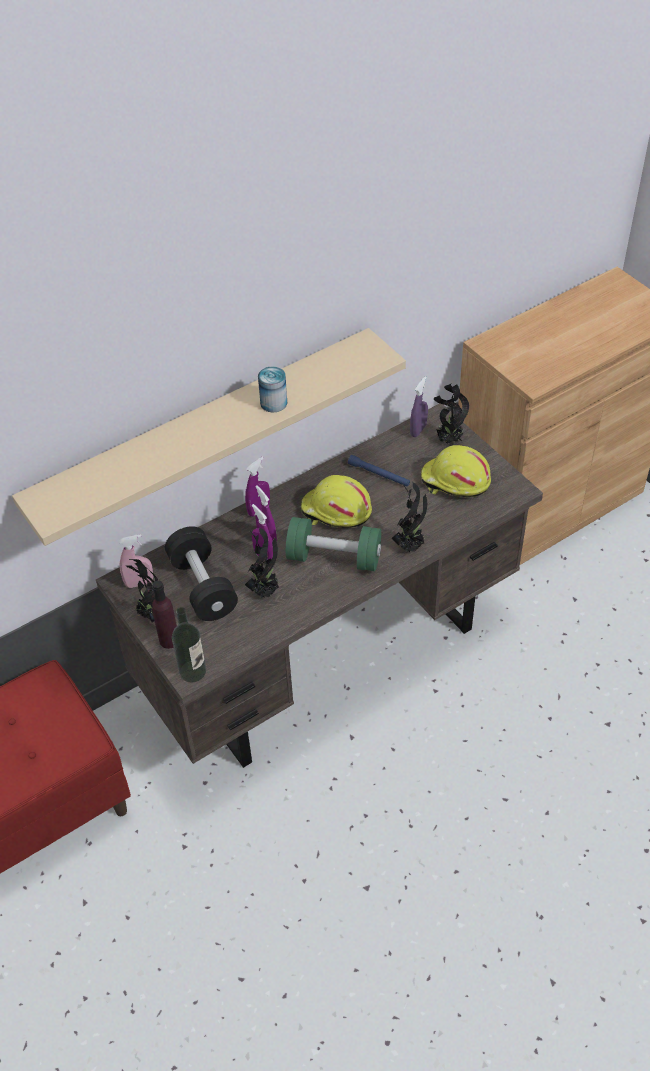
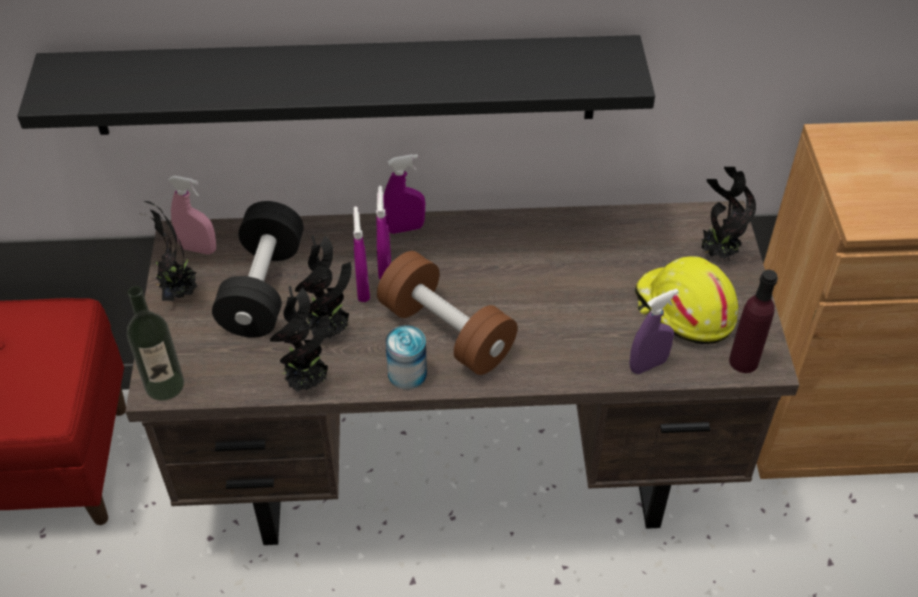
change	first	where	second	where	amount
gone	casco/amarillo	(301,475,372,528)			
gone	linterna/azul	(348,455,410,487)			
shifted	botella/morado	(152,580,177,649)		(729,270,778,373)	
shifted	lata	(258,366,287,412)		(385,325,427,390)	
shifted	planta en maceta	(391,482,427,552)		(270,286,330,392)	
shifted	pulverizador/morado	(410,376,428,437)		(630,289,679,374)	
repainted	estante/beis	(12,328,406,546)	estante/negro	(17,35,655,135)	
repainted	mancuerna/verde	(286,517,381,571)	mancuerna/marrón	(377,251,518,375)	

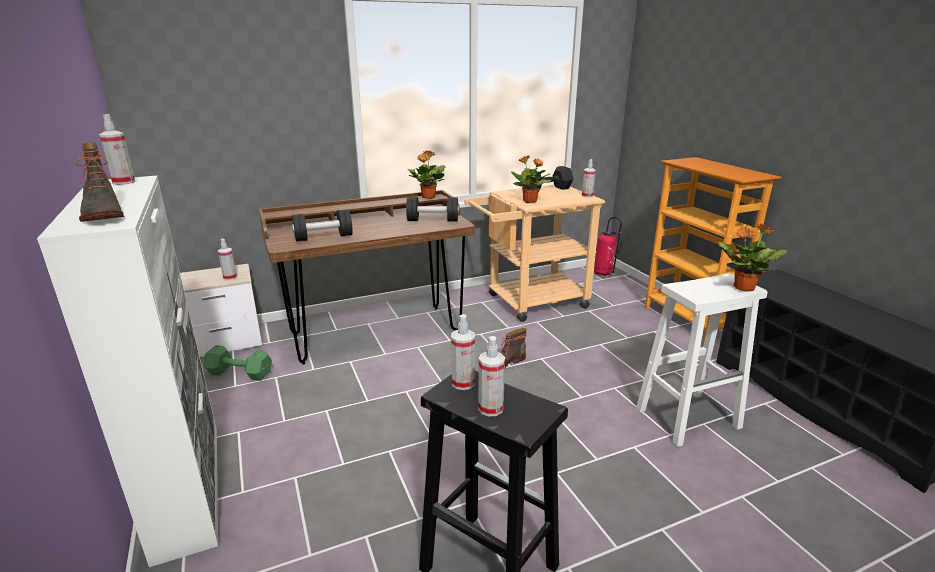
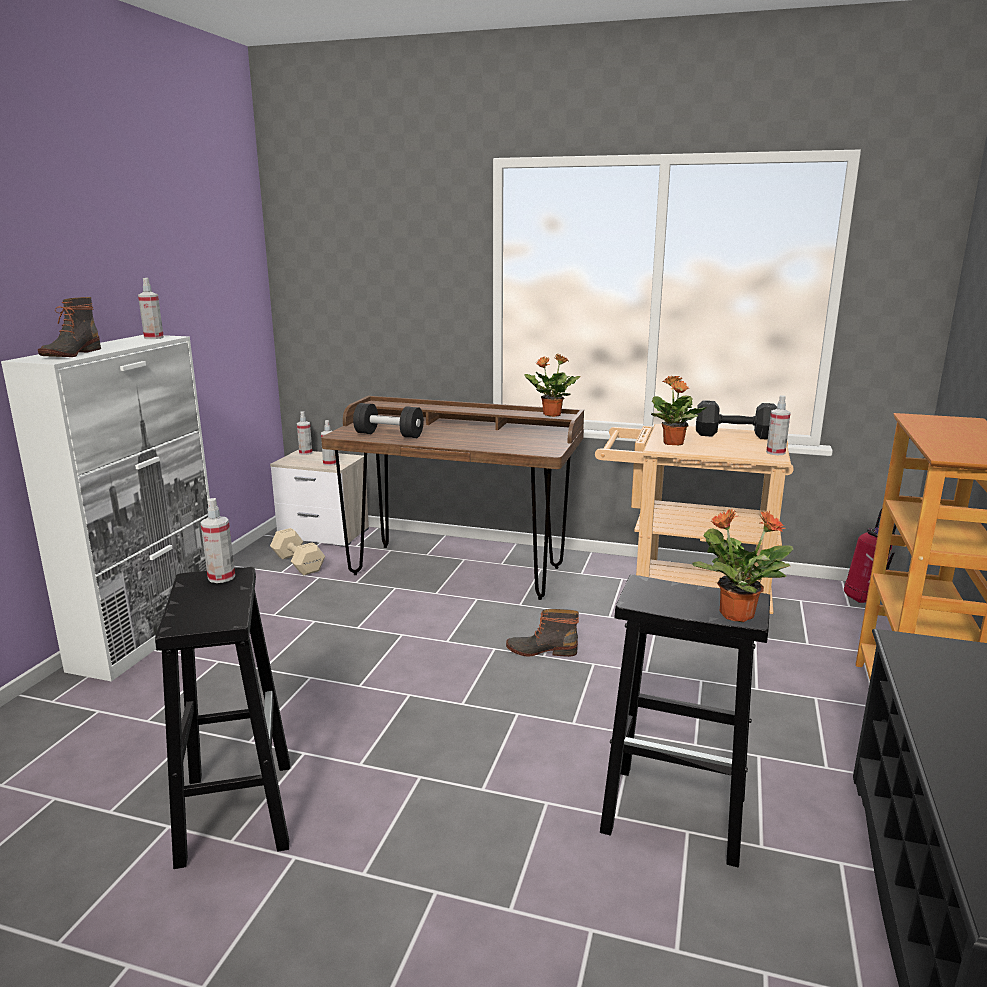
change	first	where	second	where	amount
gone	mancuerna/negro	(406,197,459,222)			
shifted	pulverizador	(478,336,505,416)		(297,412,312,455)	
repainted	mancuerna/verde	(203,345,272,381)	mancuerna/beis	(270,528,325,575)	
repainted	taburete/blanco	(636,273,768,447)	taburete/negro	(600,575,770,867)	

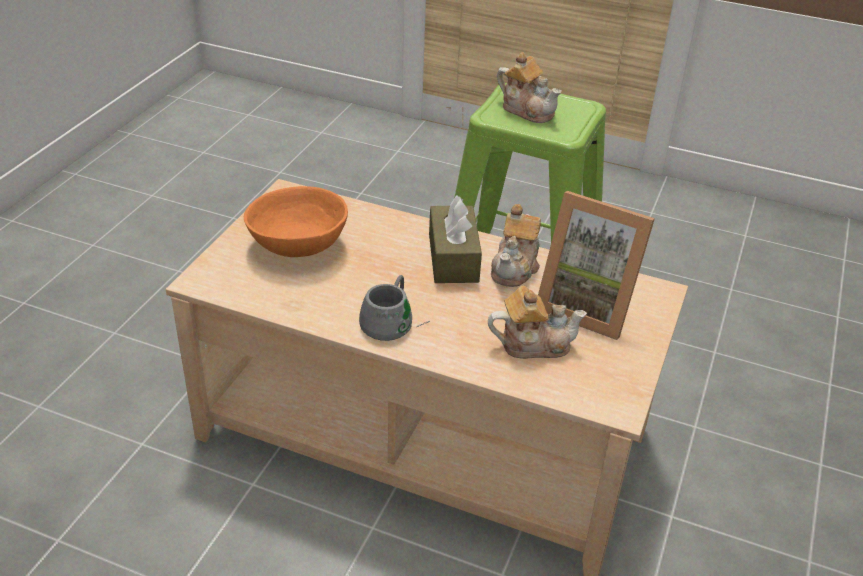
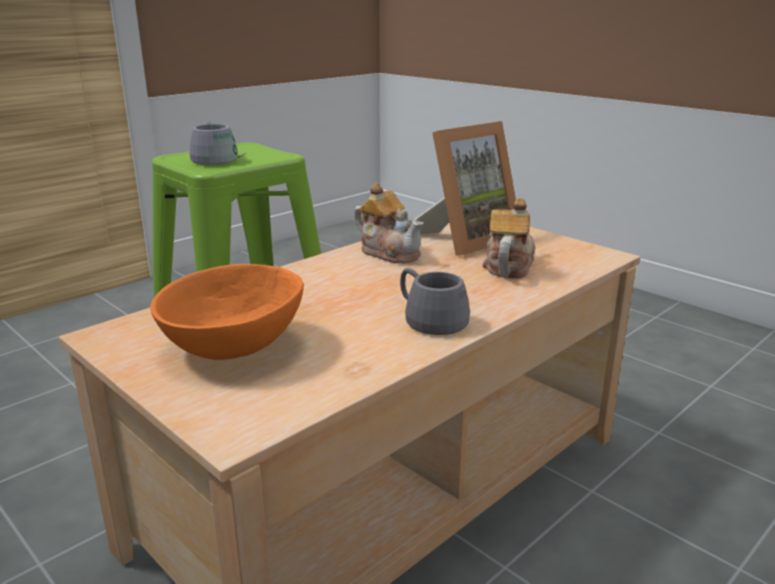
change	first	where	second	where	amount
gone	caja de pañuelos/marrón	(429,195,482,283)			
swapped	tetera	(497,52,562,123)	taza grande/gris	(189,121,247,165)	

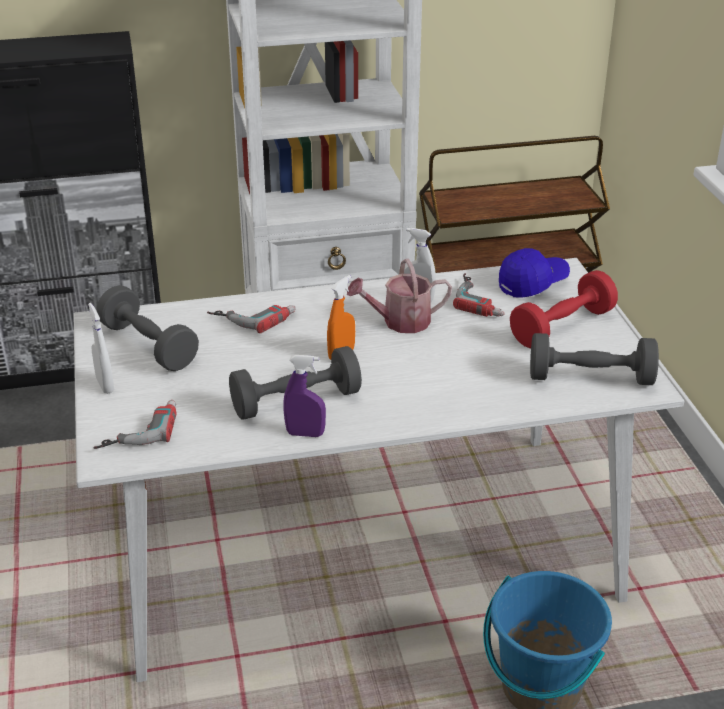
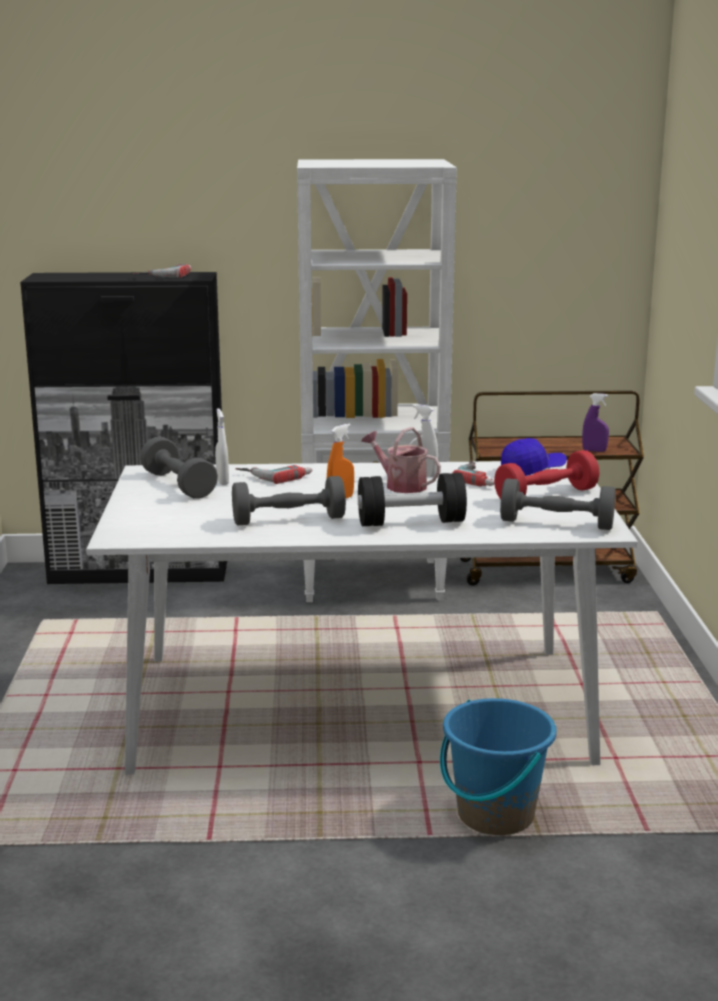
change	first	where	second	where	amount
new			mancuerna/negro	(358,473,467,526)	
shifted	pulverizador/blanco	(88,303,114,394)		(215,408,229,485)	
shifted	taladro	(93,400,177,449)		(133,264,191,278)	
shifted	pulverizador/morado	(284,355,326,437)		(582,393,609,452)	
rotated	regadera	(347,259,452,333)		(361,427,441,493)	45 degrees clockwise

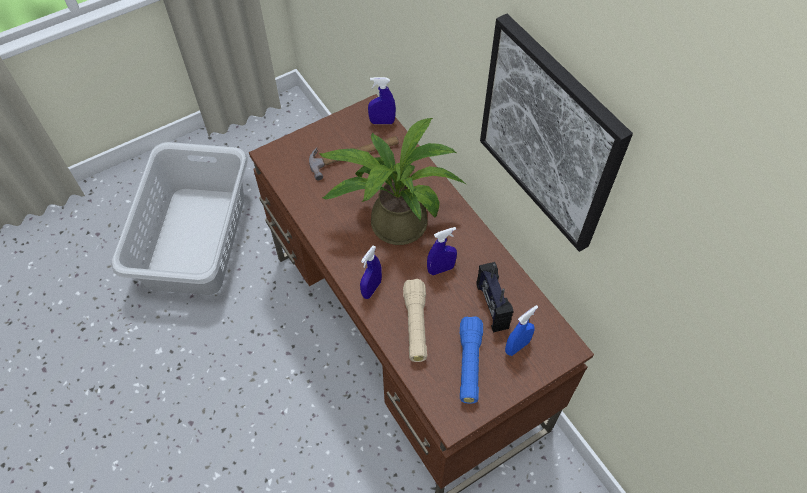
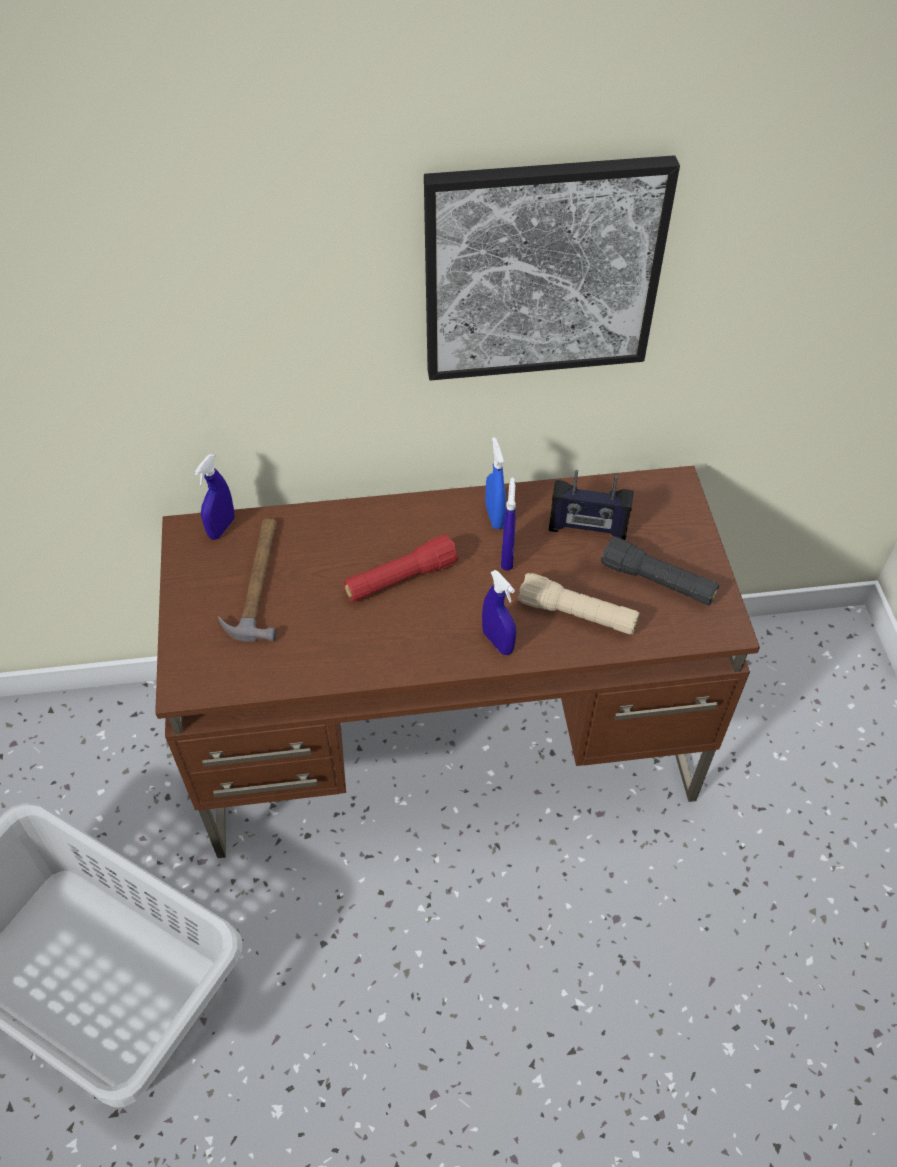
change	first	where	second	where	amount
shifted	pulverizador/azul	(505,305,538,356)		(485,437,506,529)	
swapped	planta en maceta	(319,118,467,245)	linterna/rojo	(343,535,459,602)	
repainted	linterna/azul	(460,316,483,404)	linterna/negro	(601,537,719,605)	

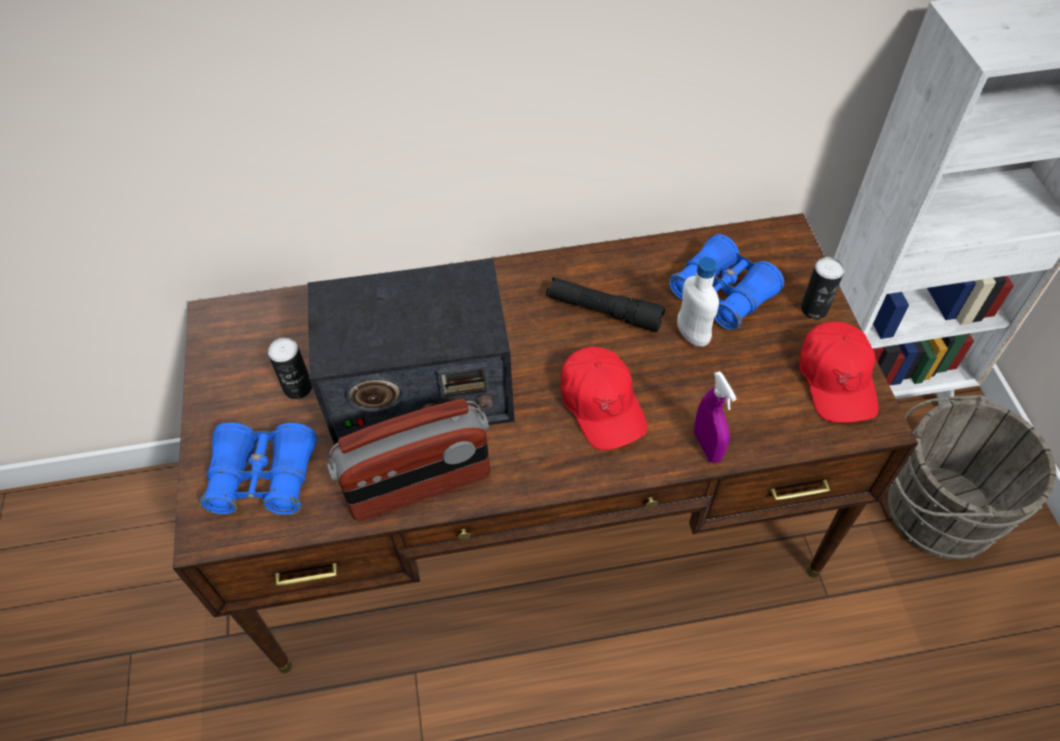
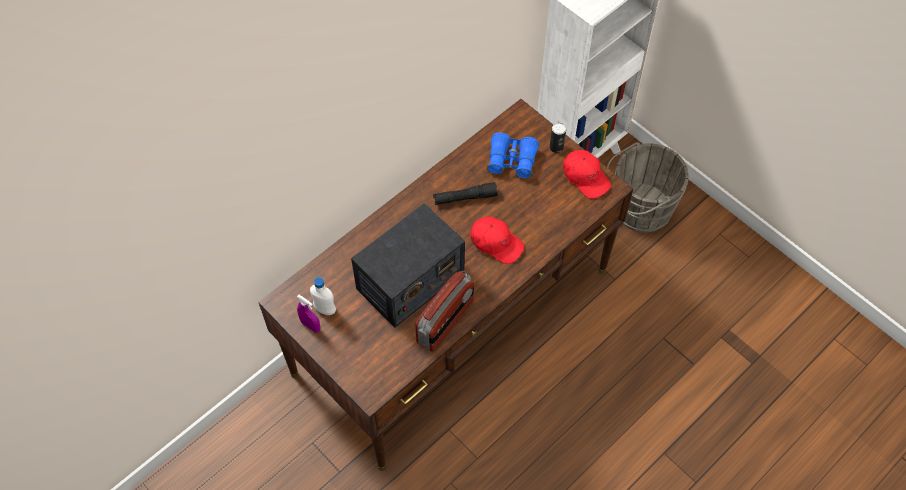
change	first	where	second	where	amount
gone	prismáticos/azul	(199,423,317,515)			
gone	lata	(268,338,312,399)			
shifted	botella/blanco	(677,257,719,347)		(310,277,336,315)	
shifted	pulverizador/morado	(694,371,737,463)		(297,295,320,333)	

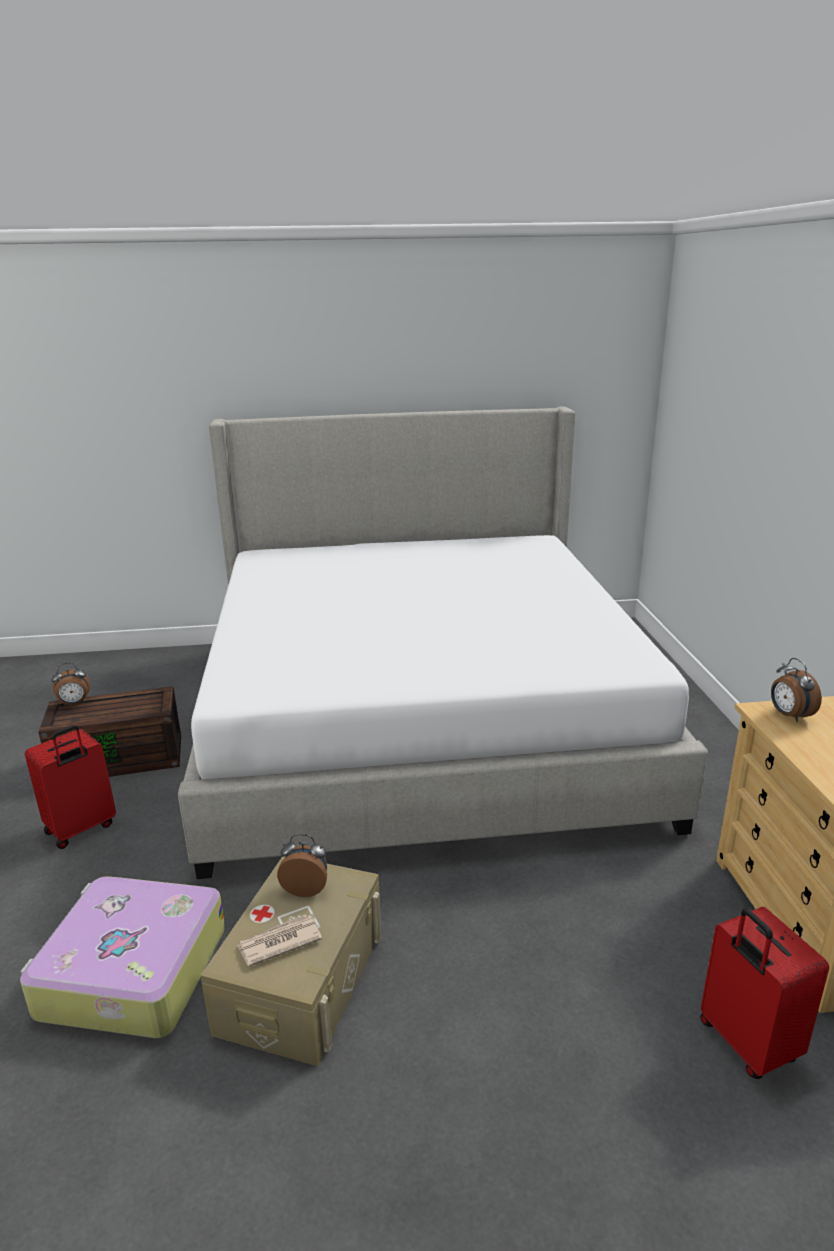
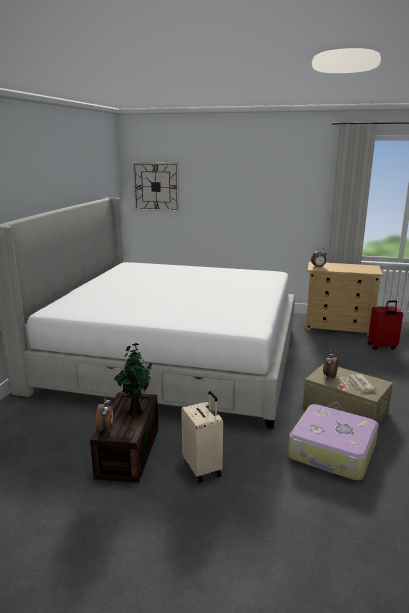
change	first	where	second	where	amount
new			planta en maceta	(114,343,152,417)	
new			reloj de pared	(132,162,179,212)	
repainted	maleta/rojo	(25,725,116,849)	maleta/beis	(181,391,223,483)	

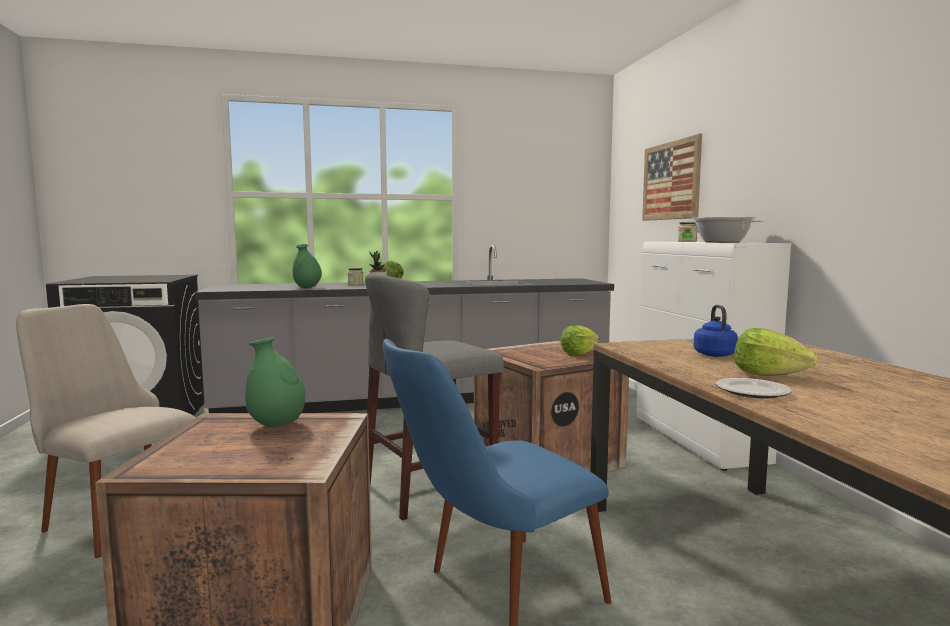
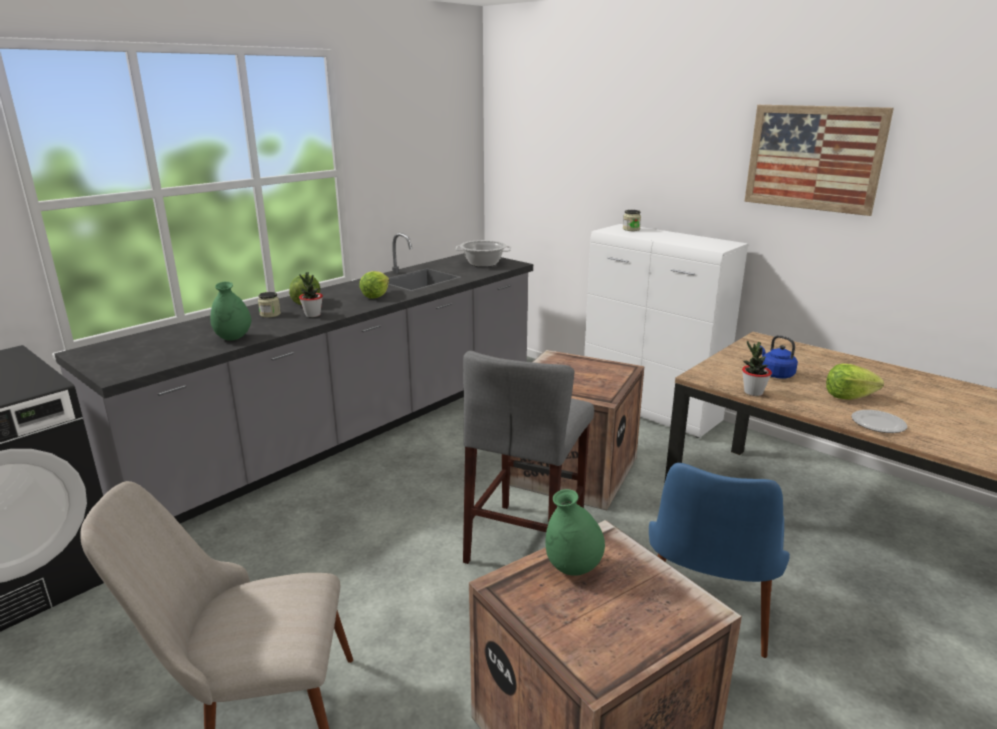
change	first	where	second	where	amount
new			planta en maceta	(742,341,772,396)	
shifted	lechuga	(560,325,599,355)		(359,271,389,299)	
shifted	cuadro	(642,133,702,221)		(744,105,894,216)	
shifted	olla	(685,217,764,243)		(455,240,511,267)	

